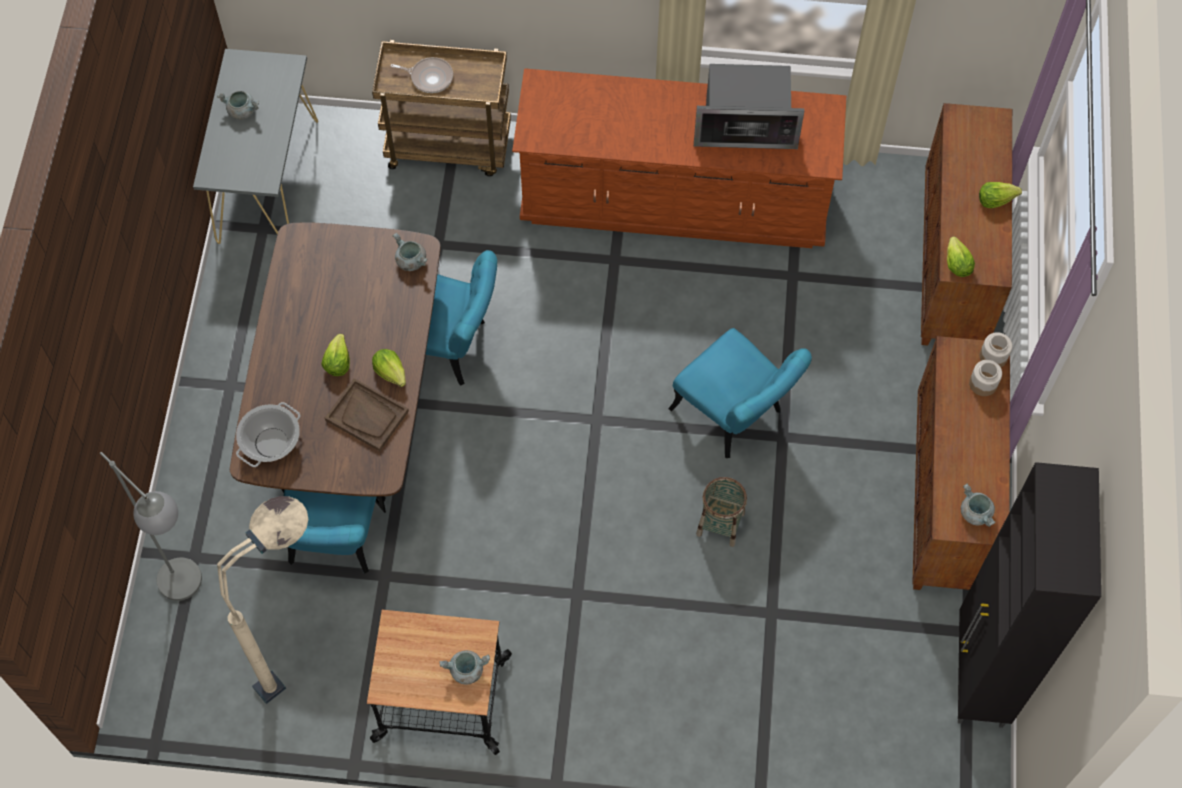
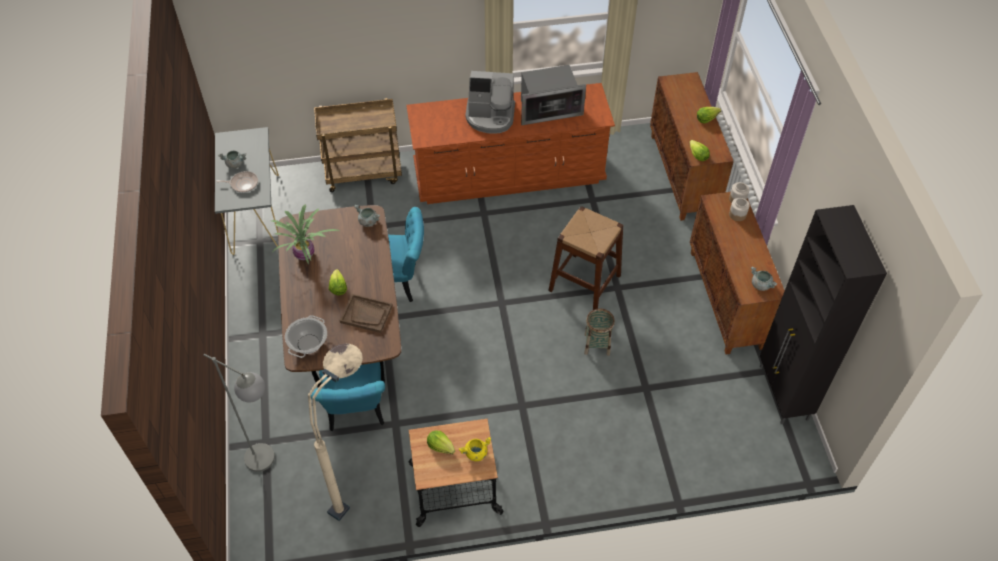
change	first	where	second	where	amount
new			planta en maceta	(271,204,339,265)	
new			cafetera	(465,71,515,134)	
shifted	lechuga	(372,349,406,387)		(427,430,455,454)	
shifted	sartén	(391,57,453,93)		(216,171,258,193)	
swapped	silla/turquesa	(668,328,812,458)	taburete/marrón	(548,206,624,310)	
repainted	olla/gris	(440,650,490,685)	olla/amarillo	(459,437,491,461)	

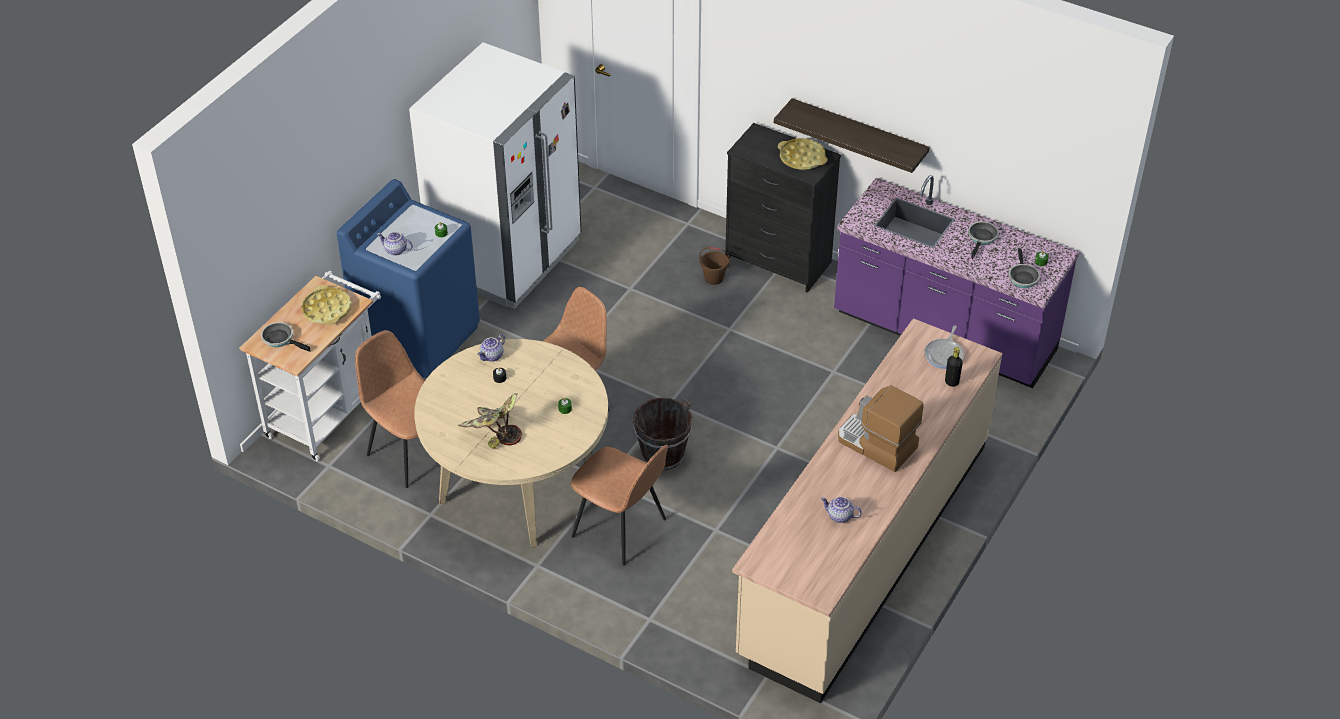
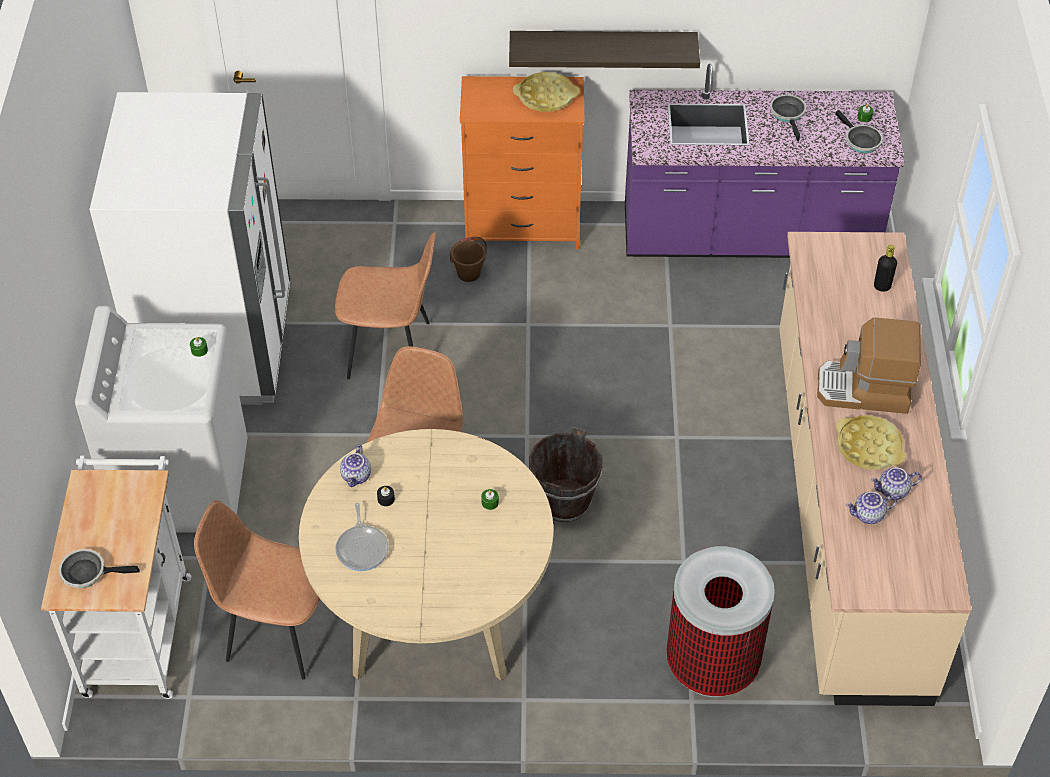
change	first	where	second	where	amount
gone	planta en maceta	(458,393,522,449)			
new			papelera	(666,546,775,697)	
shifted	bandeja/amarillo	(301,285,351,325)		(836,415,906,470)	
shifted	tetera	(377,232,413,256)		(846,491,897,524)	
shifted	silla/marrón	(571,445,668,566)		(335,232,436,379)	
shifted	sartén	(924,325,964,369)		(335,503,388,571)	
repainted	lavadora/azul	(337,179,480,379)	lavadora/blanco	(75,306,248,533)	
repainted	cómoda/negro	(725,123,841,293)	cómoda/naranja	(460,76,585,249)	

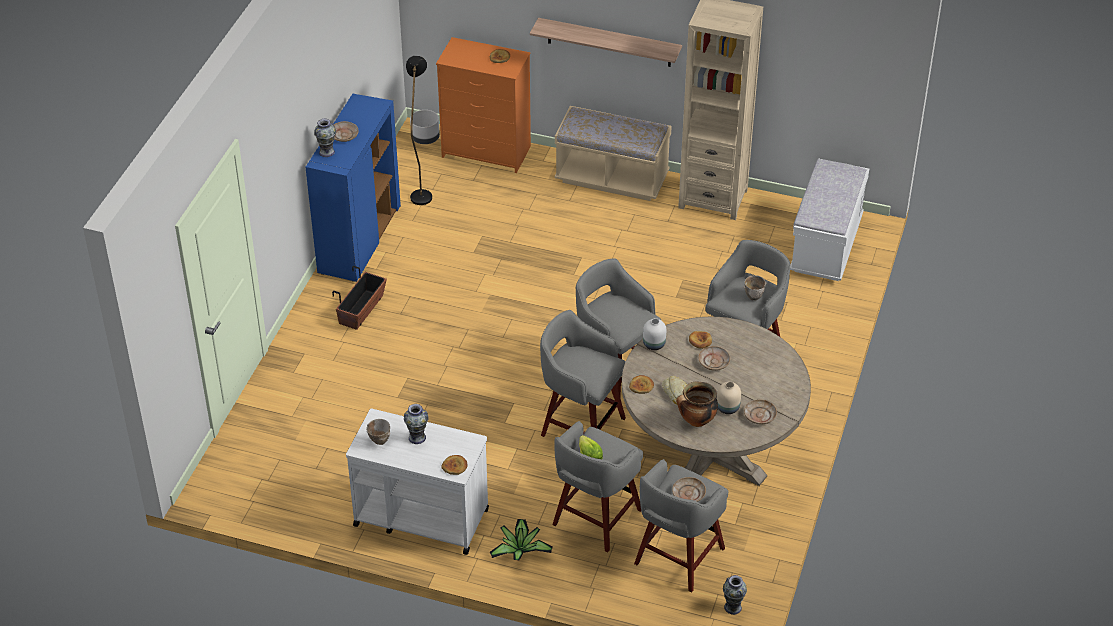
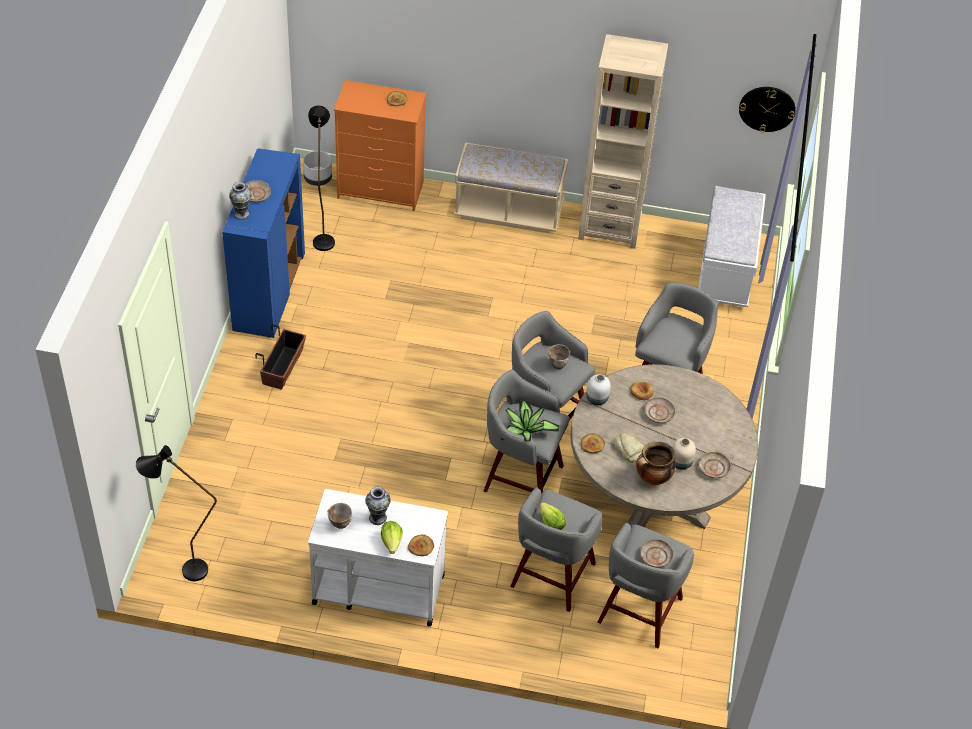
change	first	where	second	where	amount
gone	estante	(530,18,682,67)			
gone	florero	(723,575,747,615)			
new			lámpara de pie/negro	(136,445,217,581)	
new			lechuga	(381,521,403,554)	
new			reloj de pared	(739,87,796,132)	
shifted	planta en maceta	(490,519,553,560)		(500,401,559,441)	
shifted	cuenco	(743,275,767,300)		(548,344,570,369)	

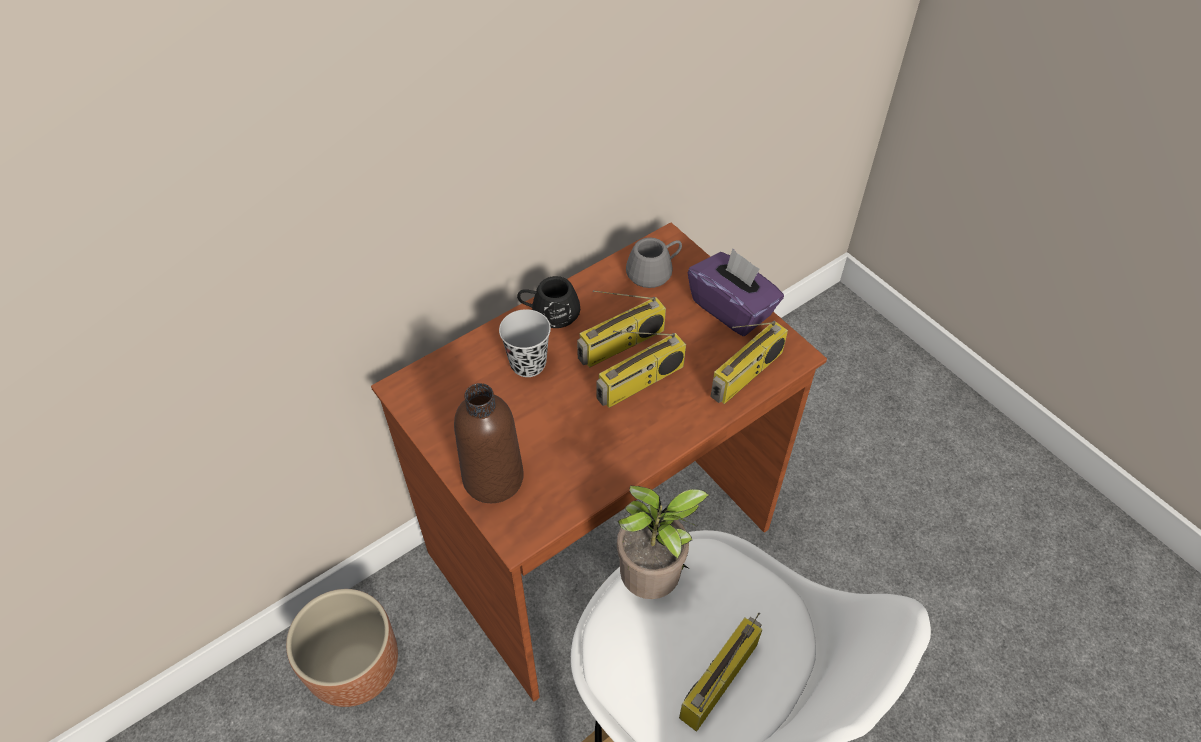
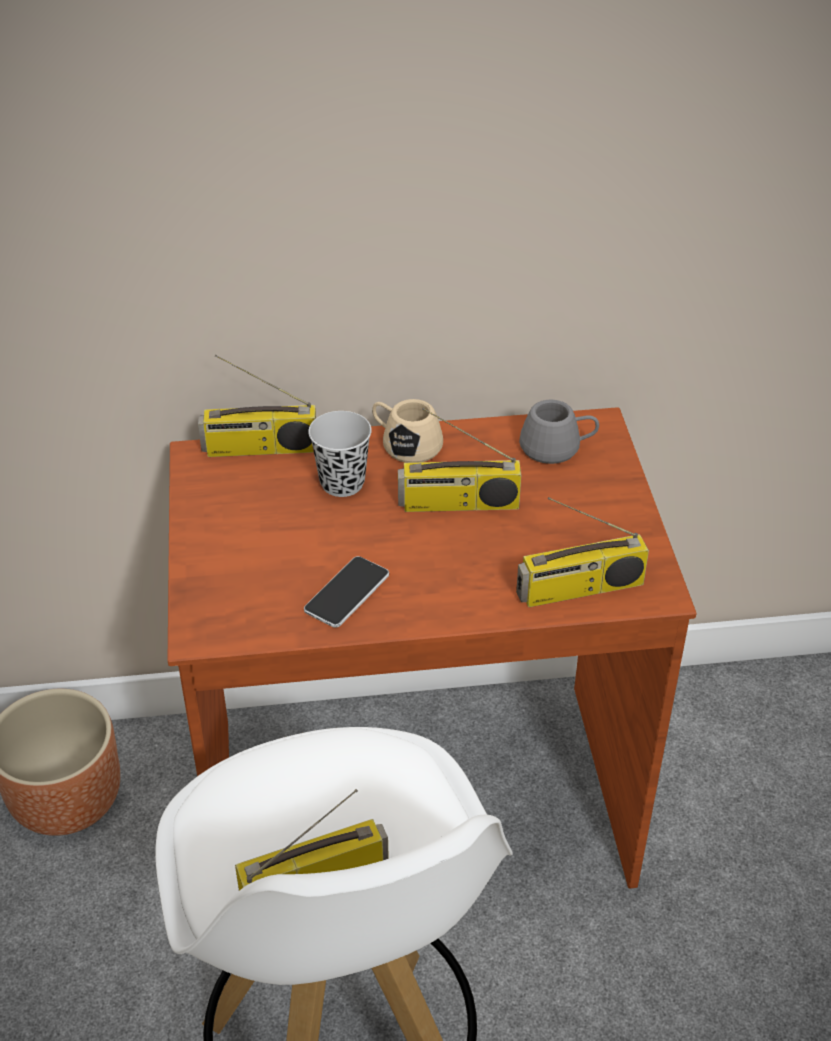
change	first	where	second	where	amount
gone	botella/marrón	(454,383,524,503)			
gone	planta en maceta	(617,485,709,599)			
gone	caja de pañuelos/morado	(687,249,784,336)			
new			móvil	(304,556,389,628)	
shifted	radio	(596,331,686,408)		(198,355,316,457)	
repainted	taza grande/negro	(517,276,580,328)	taza grande/beis	(372,399,443,463)	

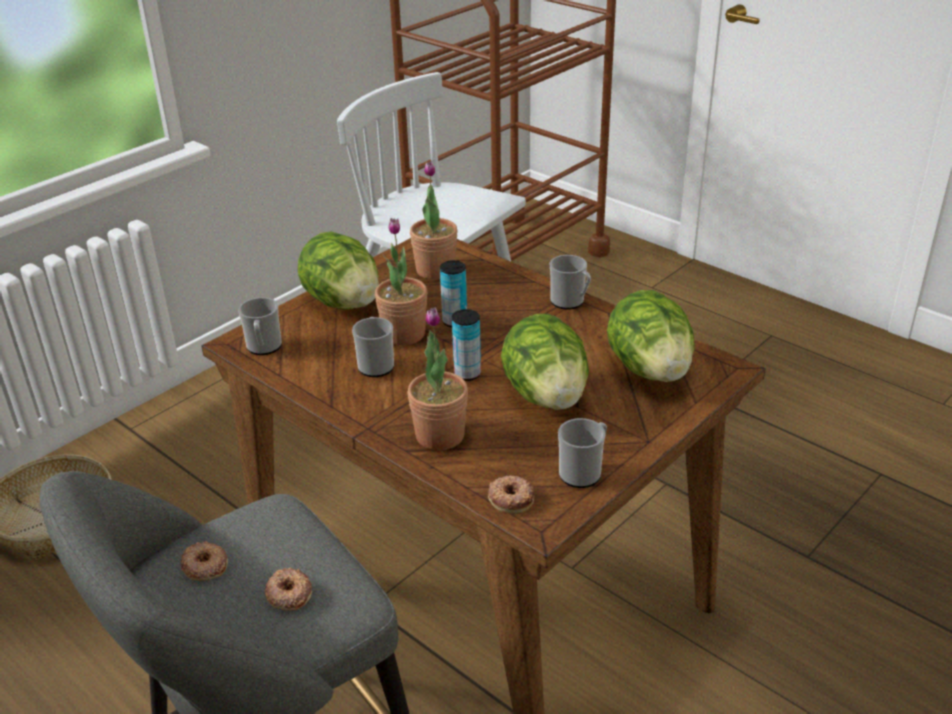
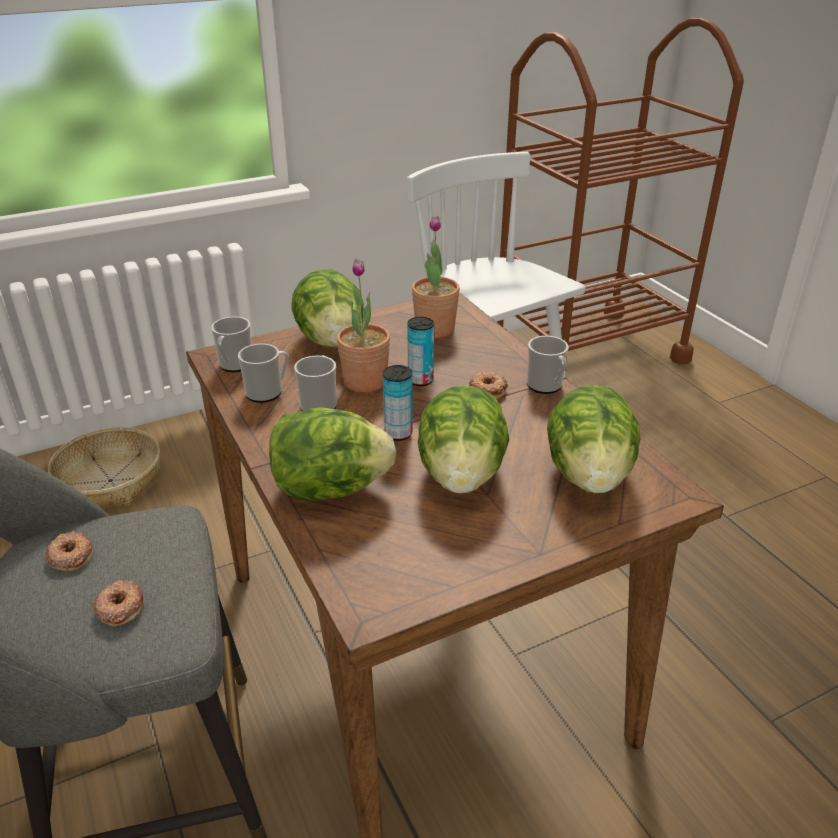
change	first	where	second	where	amount
shifted	rosquilla	(488,476,534,514)		(469,372,508,399)	
shifted	taza grande	(558,418,607,488)		(238,343,289,403)	
swapped	planta en maceta	(408,307,468,450)	lechuga	(269,407,396,501)	

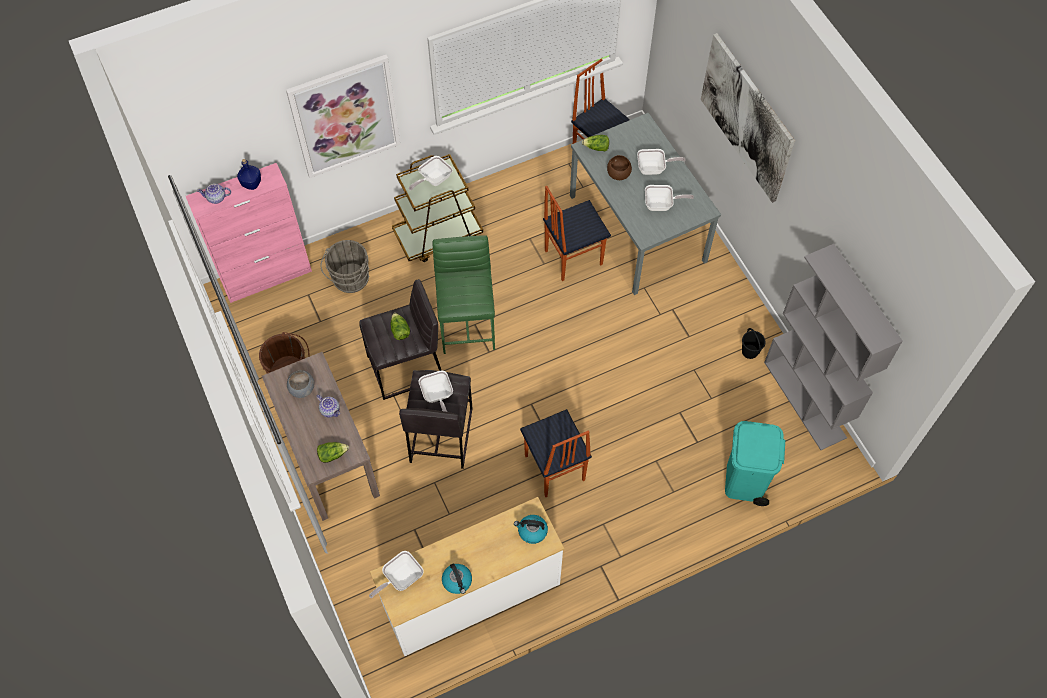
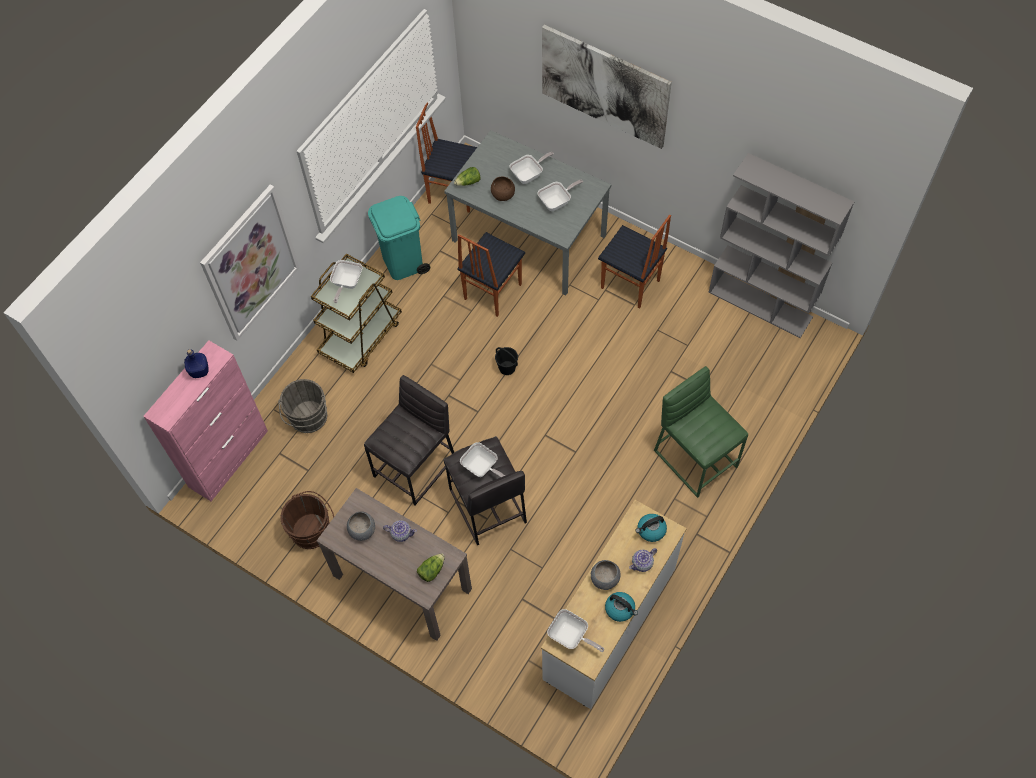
change	first	where	second	where	amount
gone	lechuga	(390,313,410,340)			
new			cuenco/gris	(591,560,621,590)	
shifted	tetera	(197,184,231,204)		(629,548,657,572)	
shifted	taburete/verde	(433,235,495,354)		(654,366,748,498)	
shifted	silla	(520,409,592,497)		(598,215,671,309)	
shifted	papelera/turquesa	(725,421,785,506)		(368,196,430,280)	
shifted	cubo/negro	(742,328,766,359)		(495,347,518,375)	
rotated	sartén	(369,551,424,598)		(547,609,604,652)	75 degrees counterclockwise

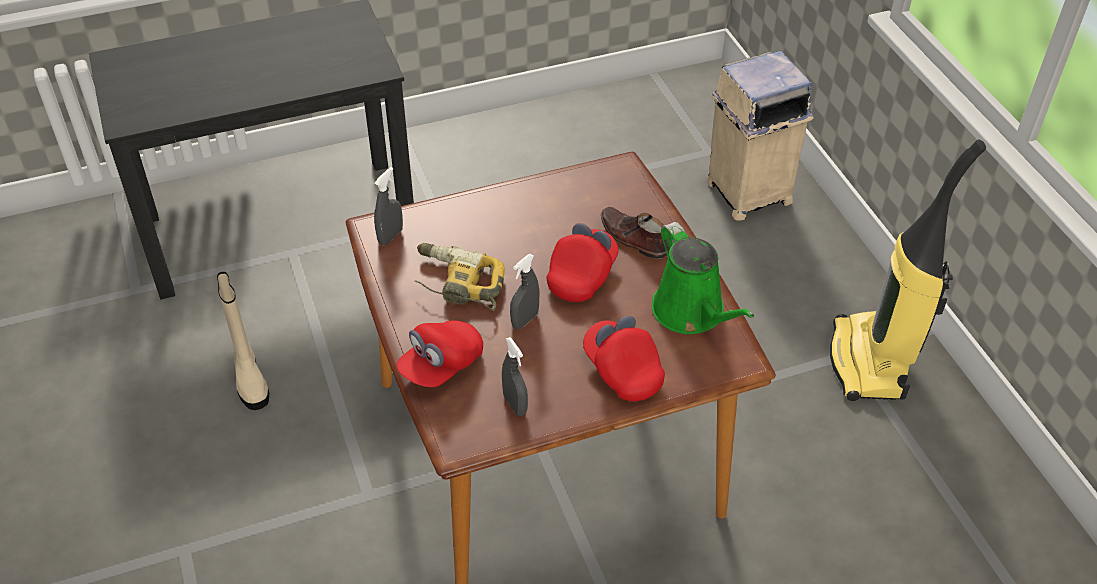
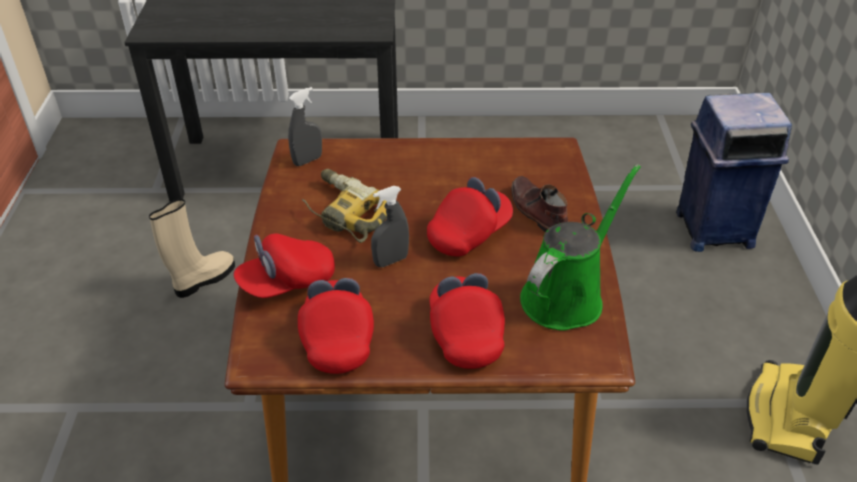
change	first	where	second	where	amount
swapped	pulverizador/gris	(502,337,528,416)	gorra/rojo	(298,278,374,374)	
repainted	papelera/beis	(707,51,813,221)	papelera/azul	(676,92,792,252)	
rotated	bota/beis	(217,272,269,410)		(149,199,235,298)	135 degrees counterclockwise
rotated	regadera/verde	(652,222,754,334)		(520,164,641,331)	135 degrees counterclockwise

